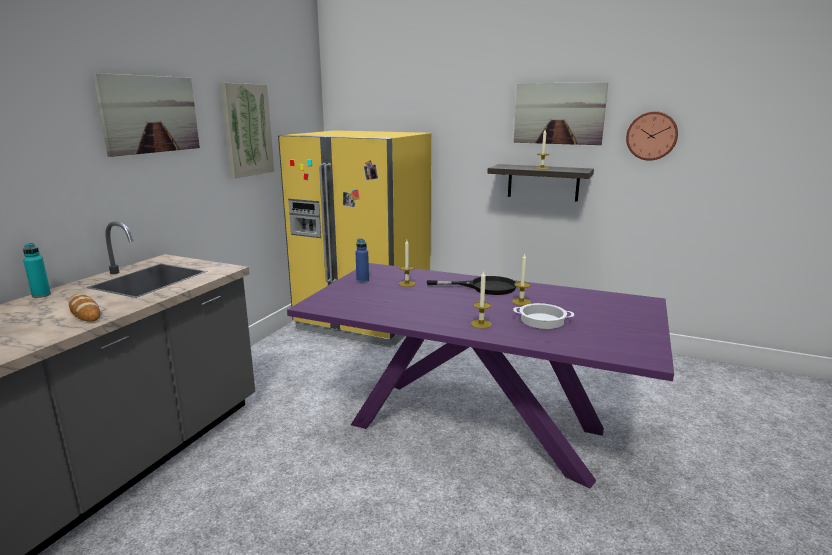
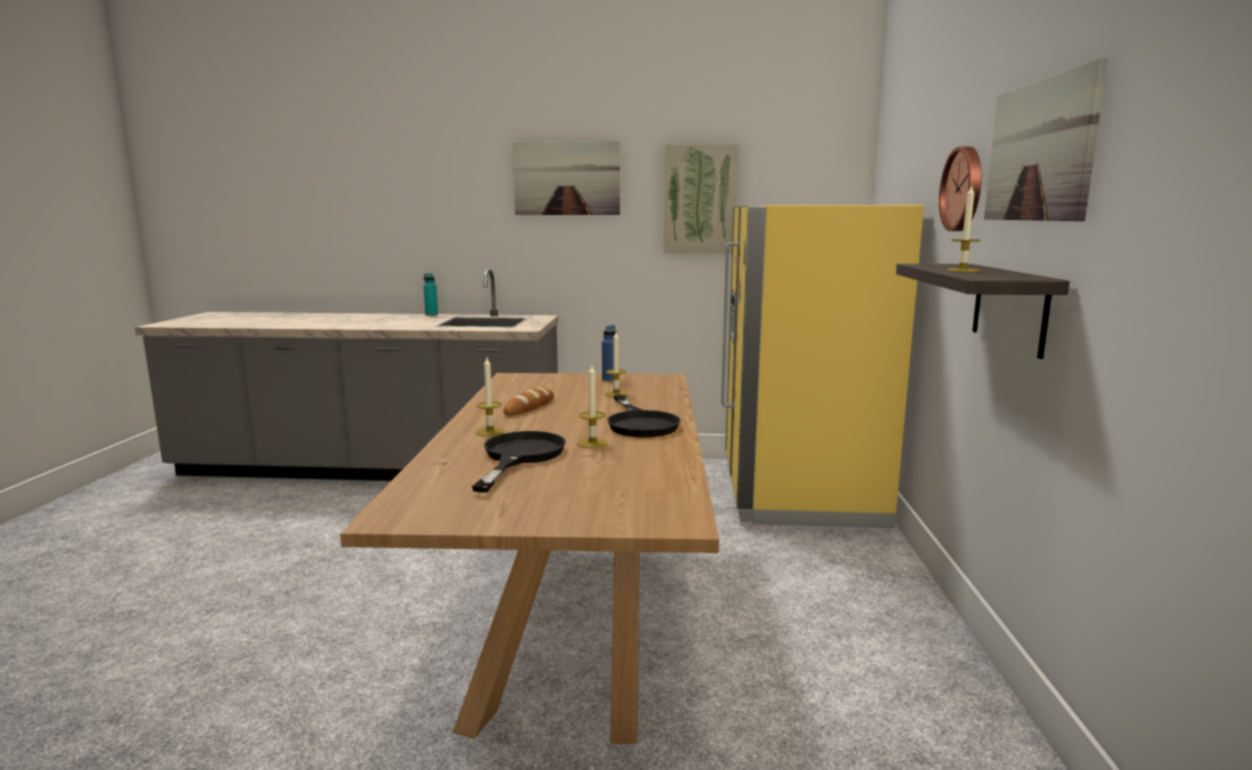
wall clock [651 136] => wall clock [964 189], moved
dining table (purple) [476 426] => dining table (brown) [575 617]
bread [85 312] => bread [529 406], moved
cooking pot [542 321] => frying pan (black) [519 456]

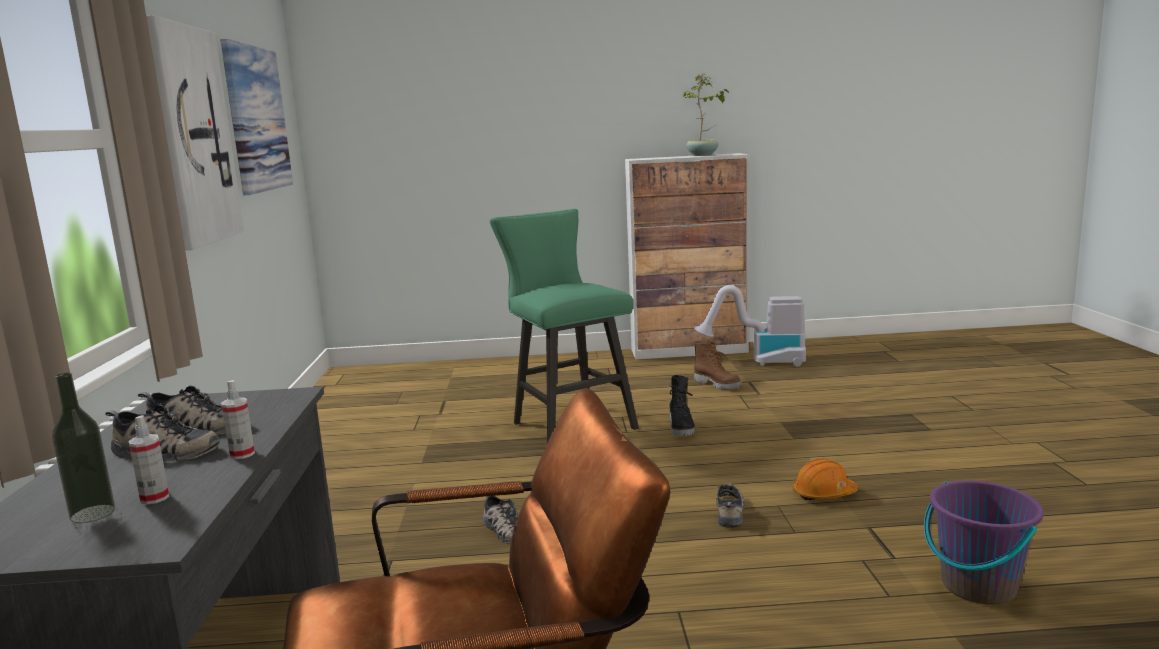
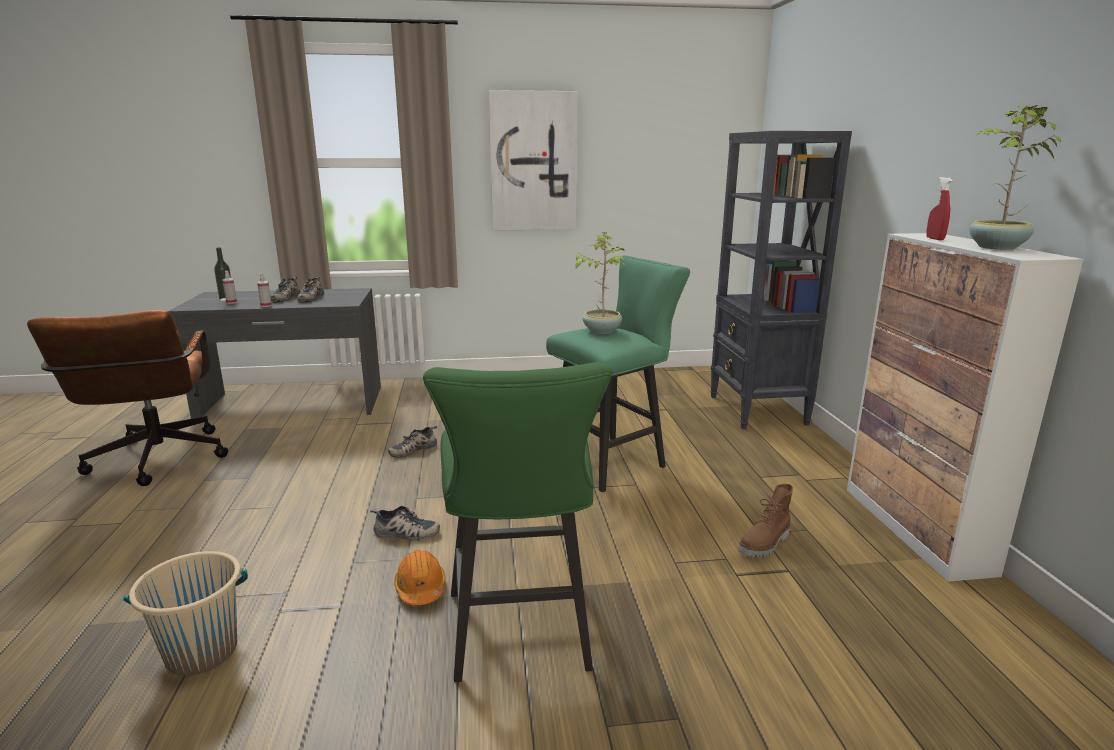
picture [257 119] => nothing
vacuum cleaner [759 362] => nothing
boot (black) [682 428] => nothing
bucket (purple) [977 586] => bucket (beige) [202 652]
nothing => bookcase (black) [757 410]
nothing => spray bottle (red) [935 239]
nothing => potted plant [602 331]
nothing => stool (green) [520 638]

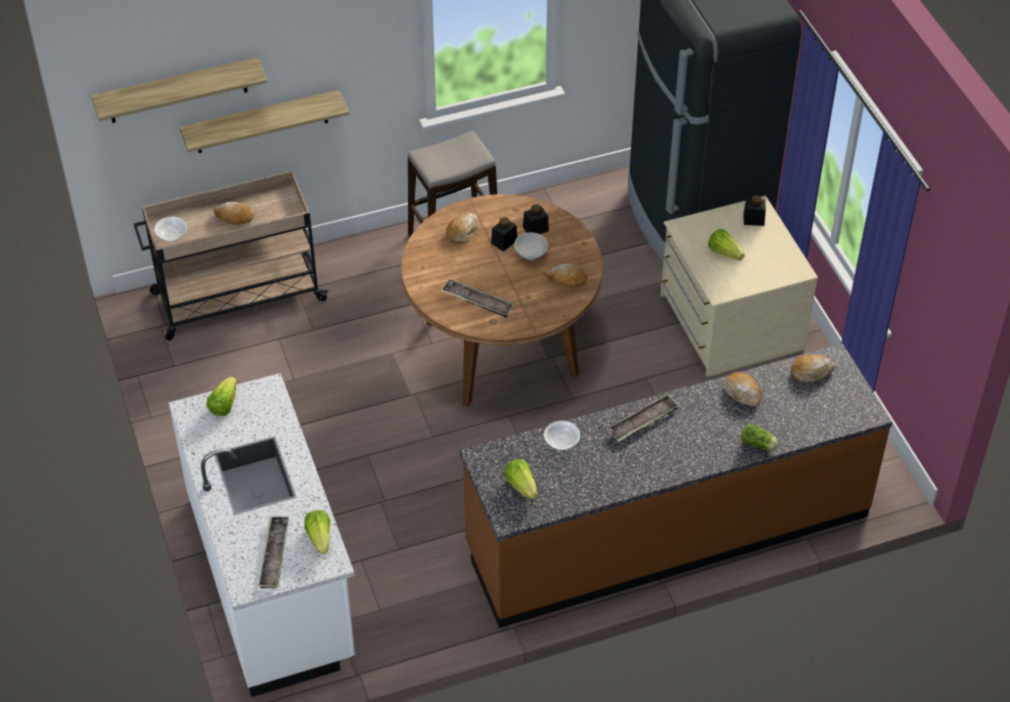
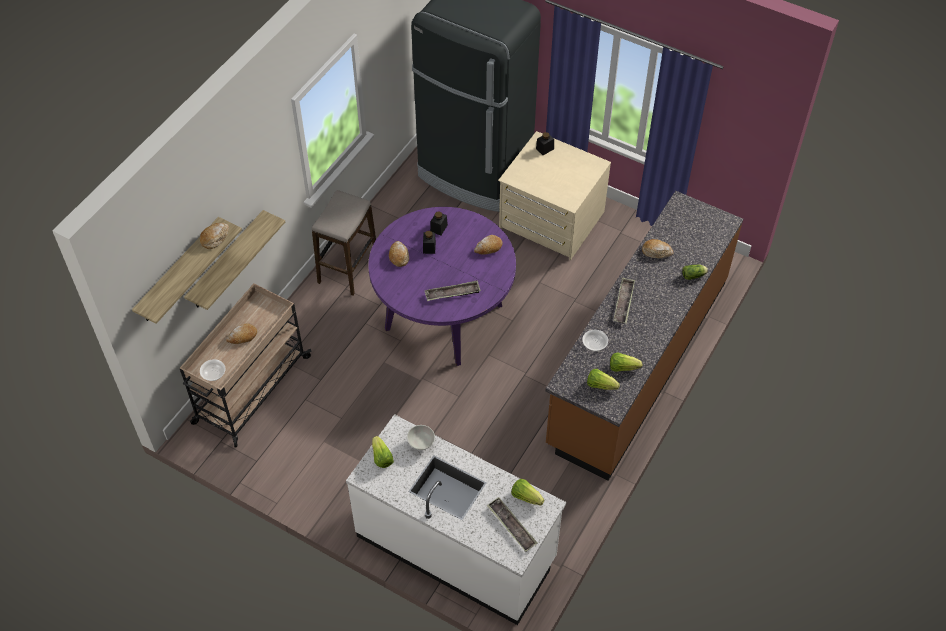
dining table (brown) [501 348] => dining table (purple) [443 317]
lettuce [724 252] => lettuce [623 367], moved
bowl (white) [531 255] => bowl (white) [421 443], moved
bread [811 372] => bread [215 238], moved

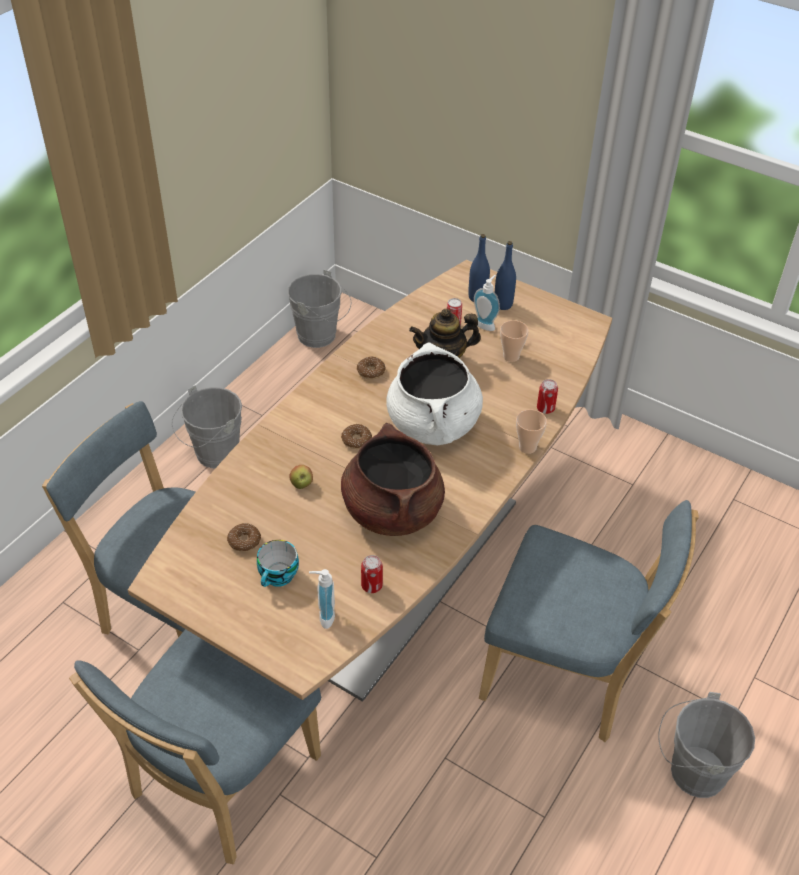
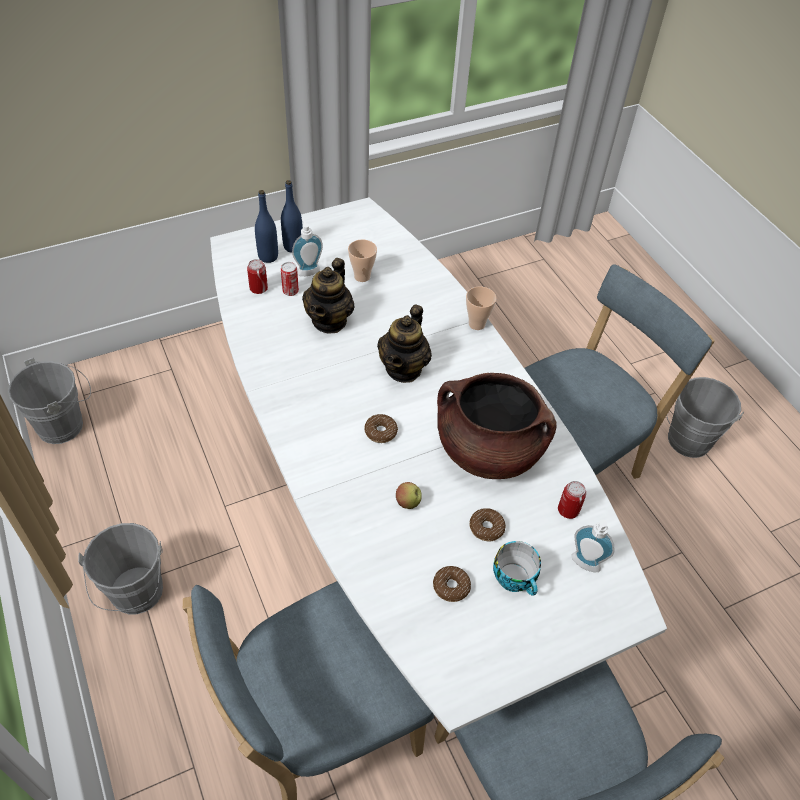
dining table (brown) [396 568] => dining table (white) [391 518]
cooking pot (white) [433 425] => teapot [404 368]
donut [371 372] => donut [486 528], moved
can [545 408] => can [258 289], moved

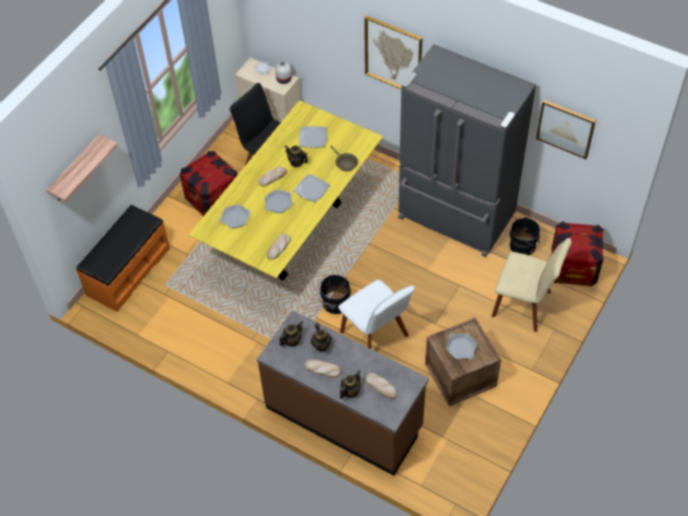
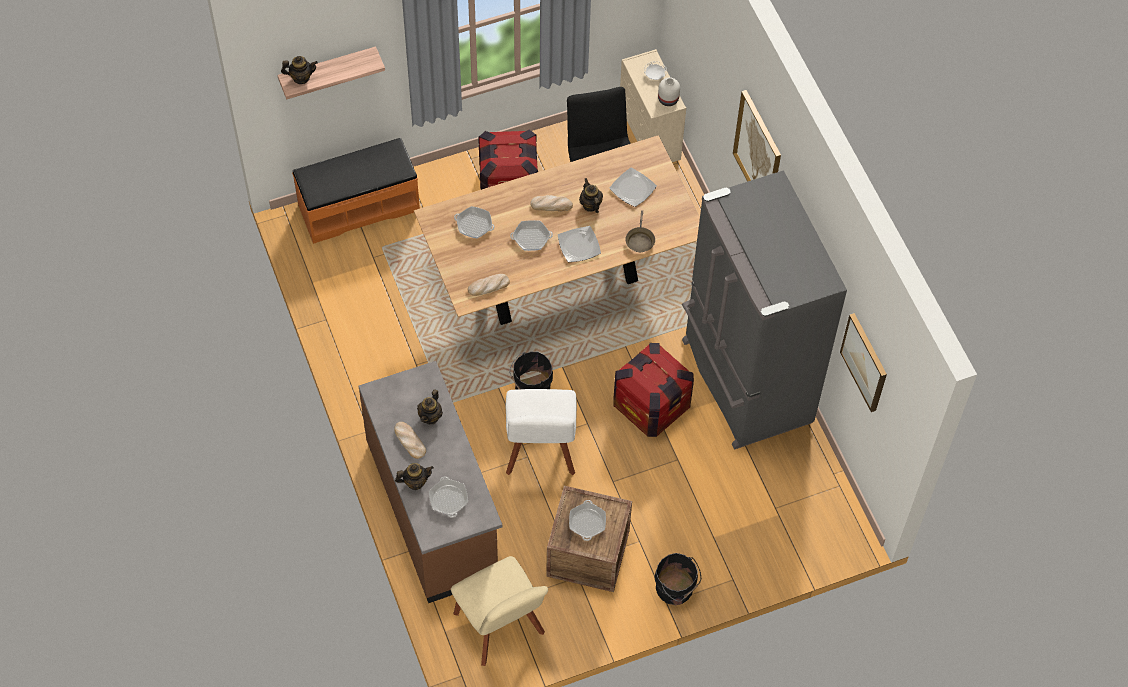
dining table (yellow) [293 230] => dining table (brown) [559 277]
bucket (black) [524 246] => bucket (black) [675 589], moved
crate [573 268] => crate [651 405], moved
chair (beige) [524 305] => chair (beige) [500 627], moved
teapot [292 341] => teapot [301 77], moved
bread [381 387] => frying pan [448 499]

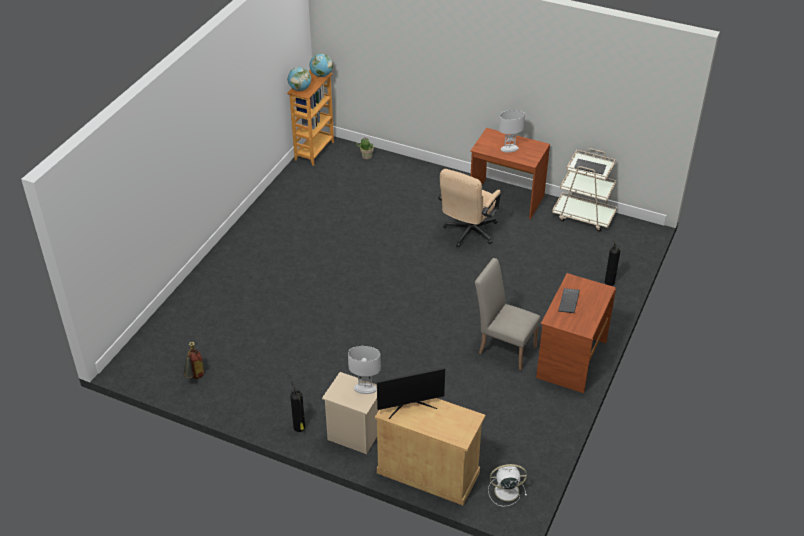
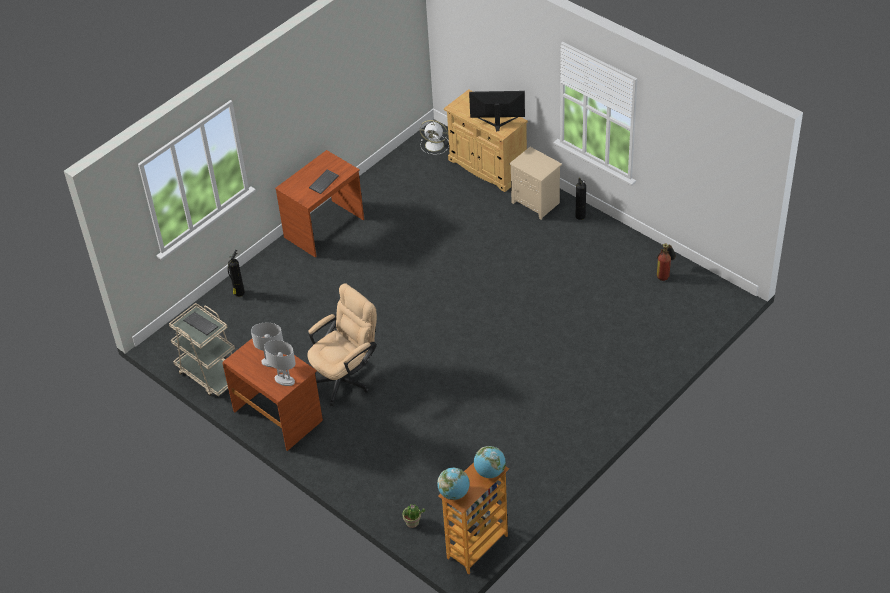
chair (beige) [503 347] => nothing
table lamp (white) [365 389] => table lamp (white) [284 380], moved

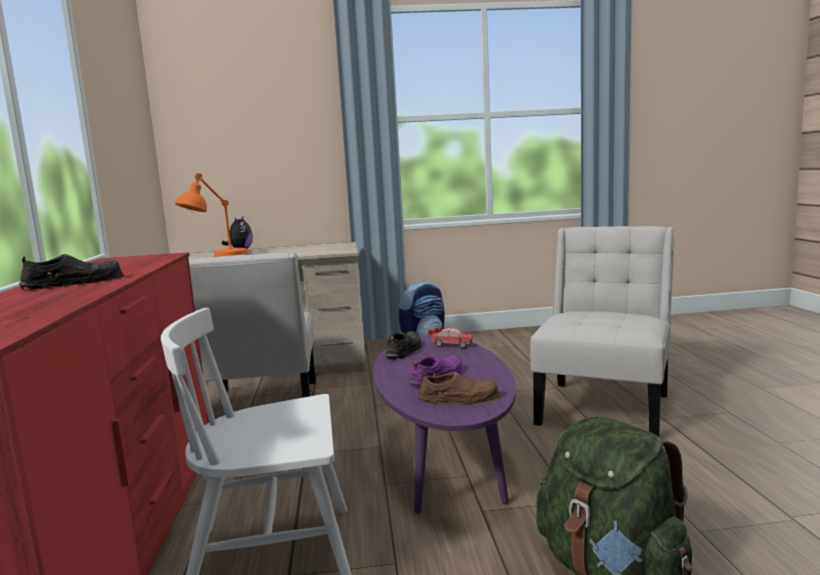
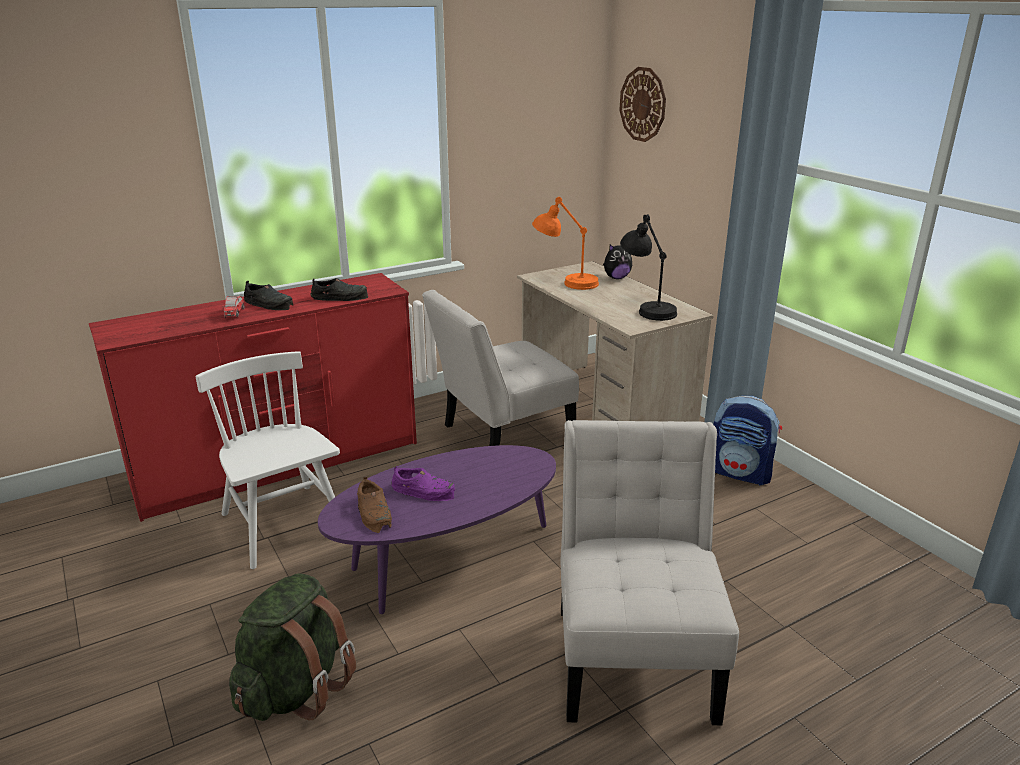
chair (white) [605 406] => chair (white) [634 654], 90 degrees counterclockwise
toy car [452 345] => toy car [234 313], moved
shoe (black) [404 350] => shoe (black) [340 297], moved
nothing => wall clock [643 104]
nothing => table lamp (black) [646 308]

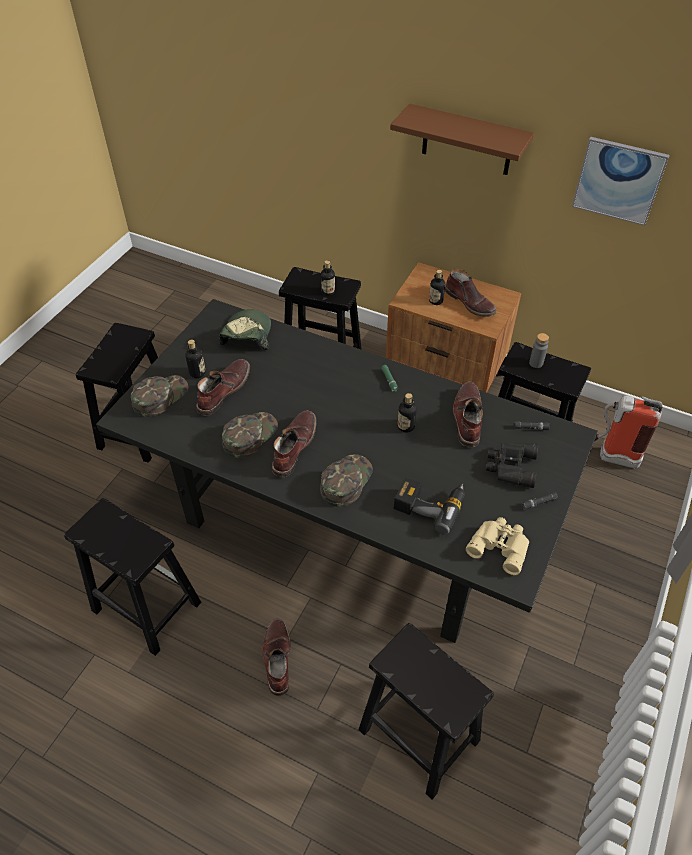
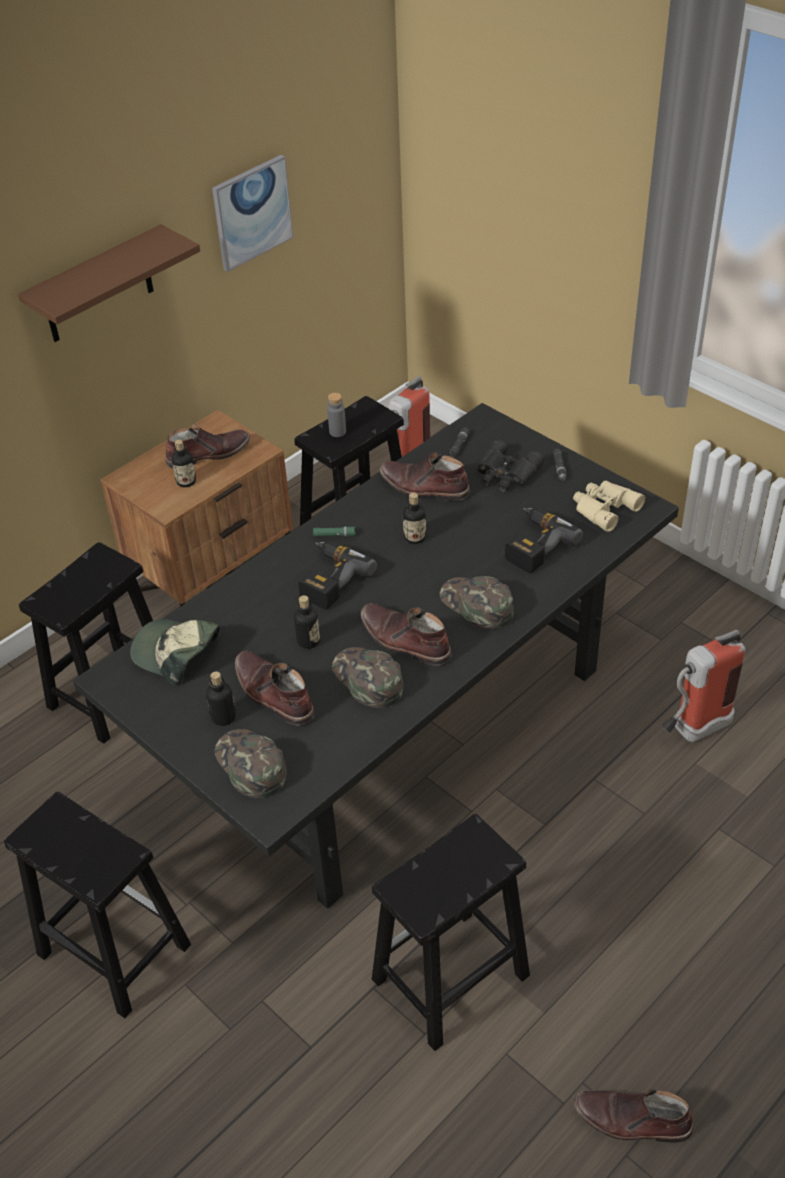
bottle [328 291] => bottle [308 641], moved
boot (brown) [277 658] => boot (brown) [632 1121], moved
stool (black) [417 734] => fire extinguisher [692 730]
nothing => power drill [328 579]

